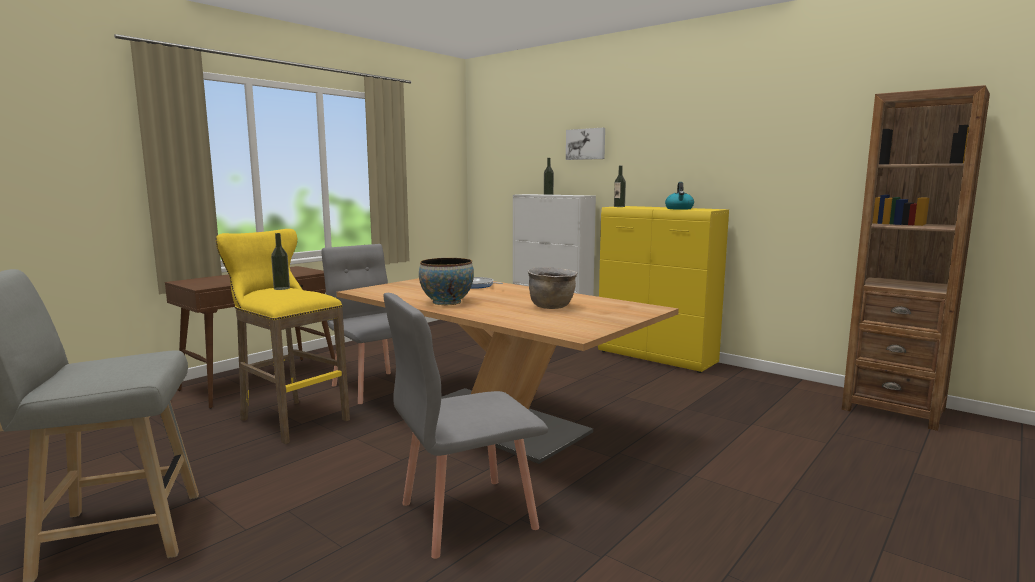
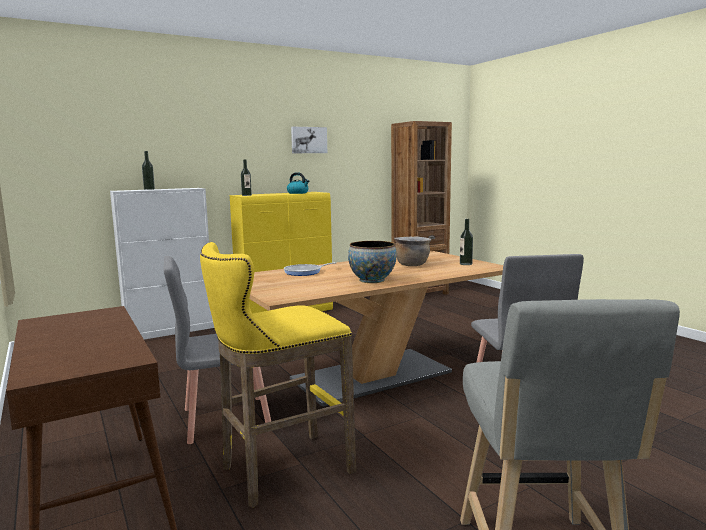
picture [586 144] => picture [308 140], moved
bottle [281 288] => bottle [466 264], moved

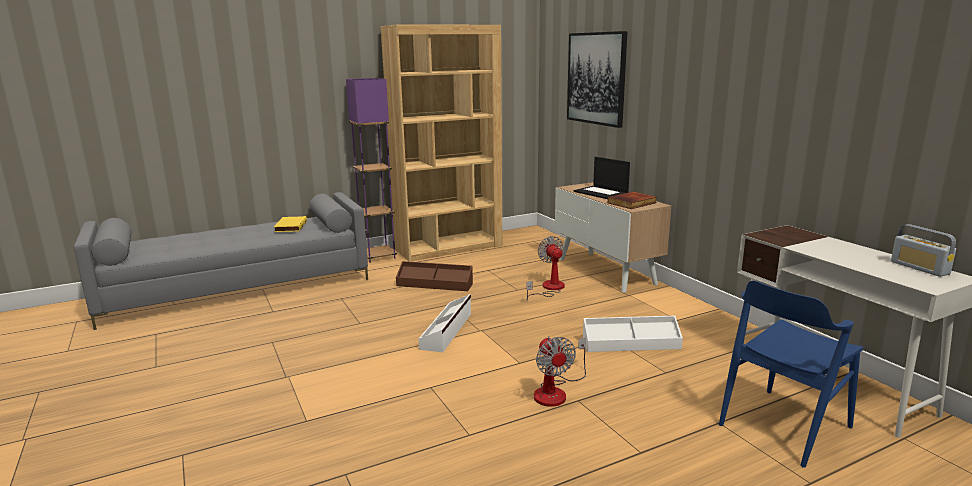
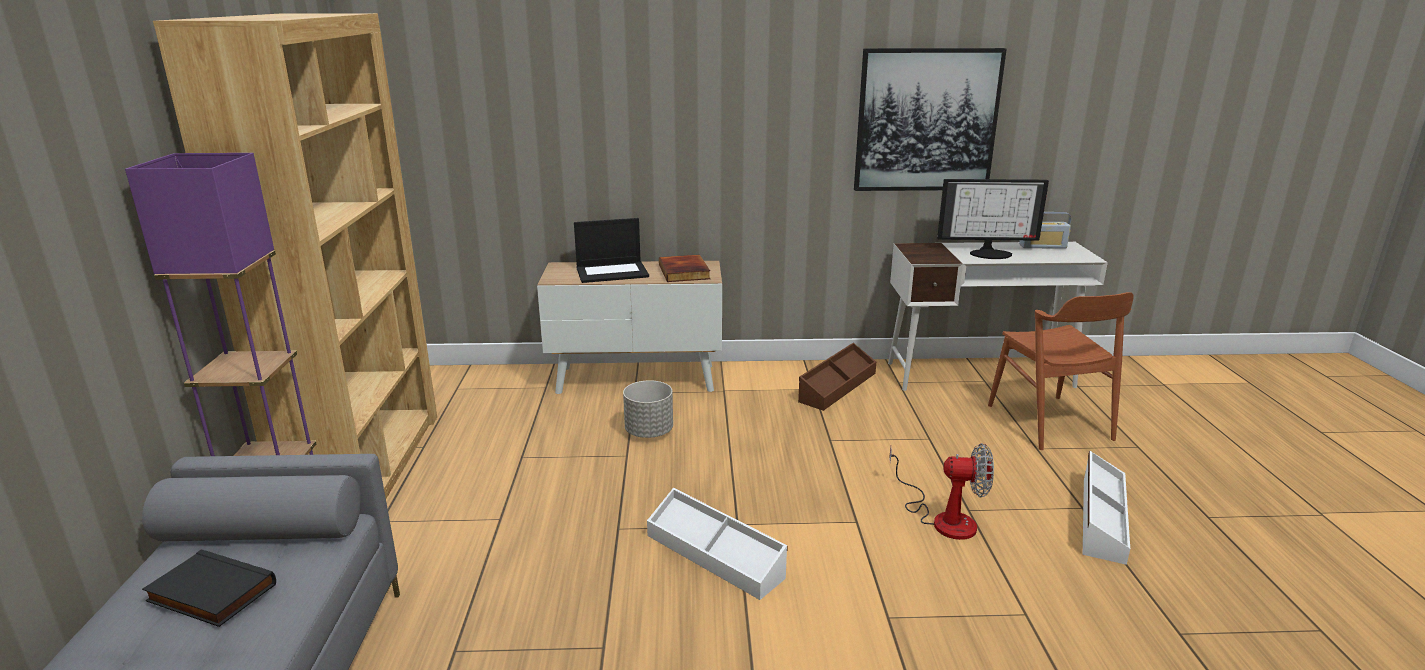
picture [596 78] => picture [926 120], moved
book (yellow) [290 226] => book (black) [209 594]
fan [549 288] => planter (grey) [649 432]
storage box (brown) [434 284] => storage box (brown) [836 386], moved
chair (blue) [784 426] => chair (brown) [1049 422]
storage box (white) [631 344] => storage box (white) [1101 518], moved
nothing => monitor [990 253]

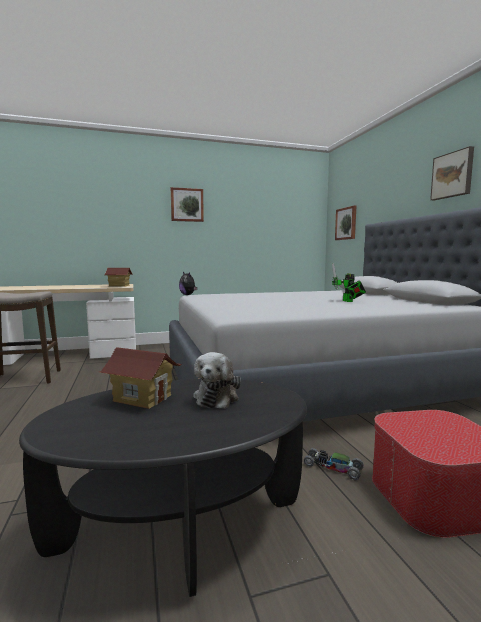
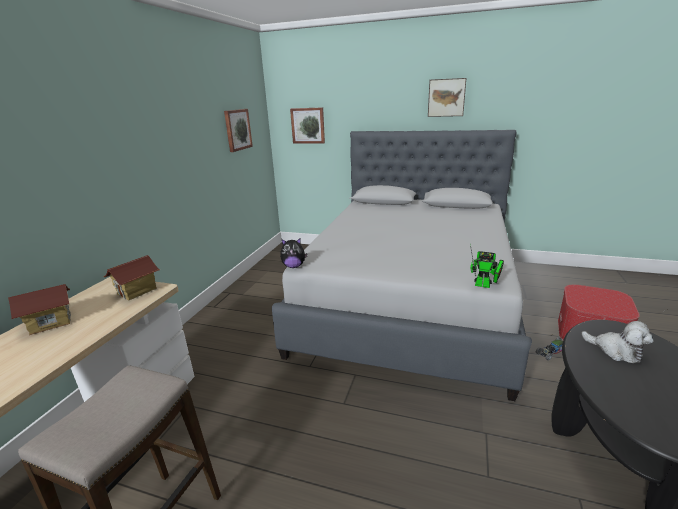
picture [187 205] => picture [237 129], moved
toy robot [348 301] => toy robot [485 285], moved
toy house [142 398] => toy house [50 323], moved

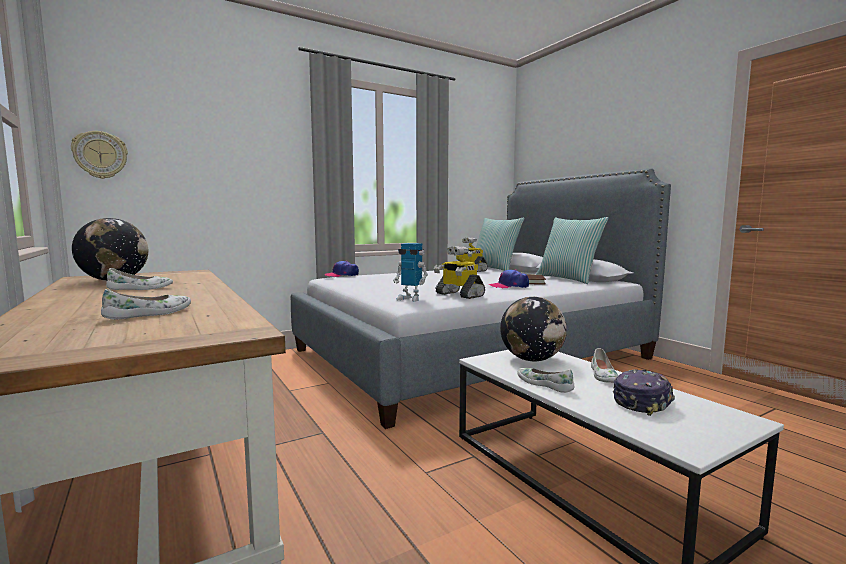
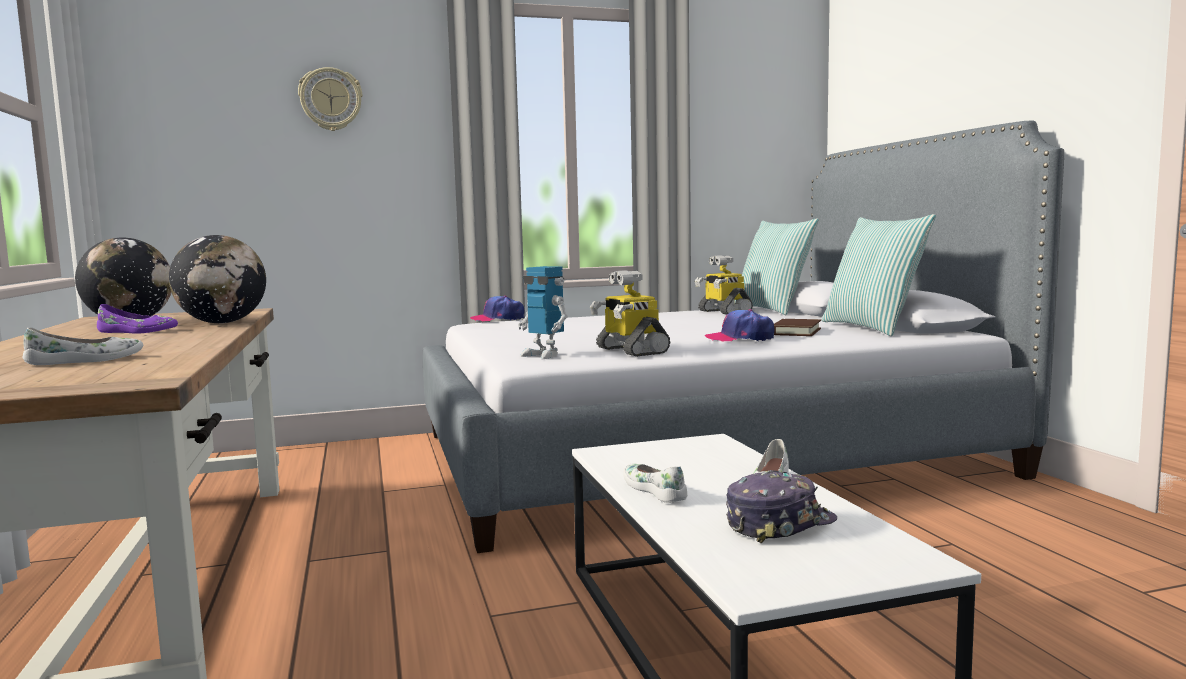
wall clock [100 155] => wall clock [331 99], moved
shoe (white) [140 288] => shoe (purple) [137 332]
globe [532 359] => globe [222 323], moved

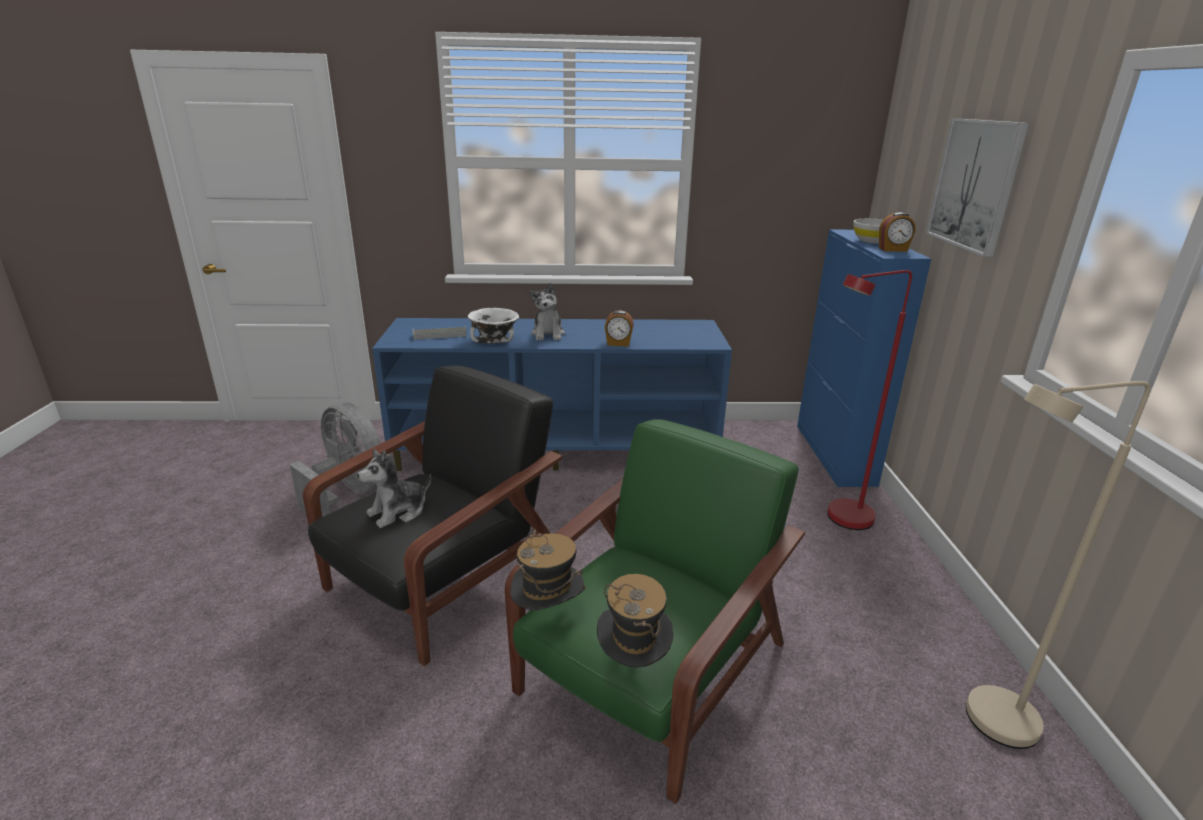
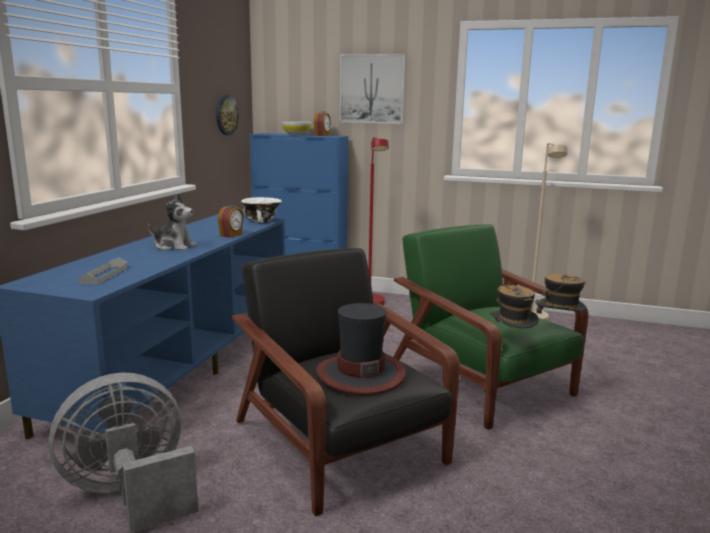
bowl (white) [494 340] => bowl (white) [262 221], moved
plush toy [398 512] => hat [360 374]
nothing => wall clock [226 115]

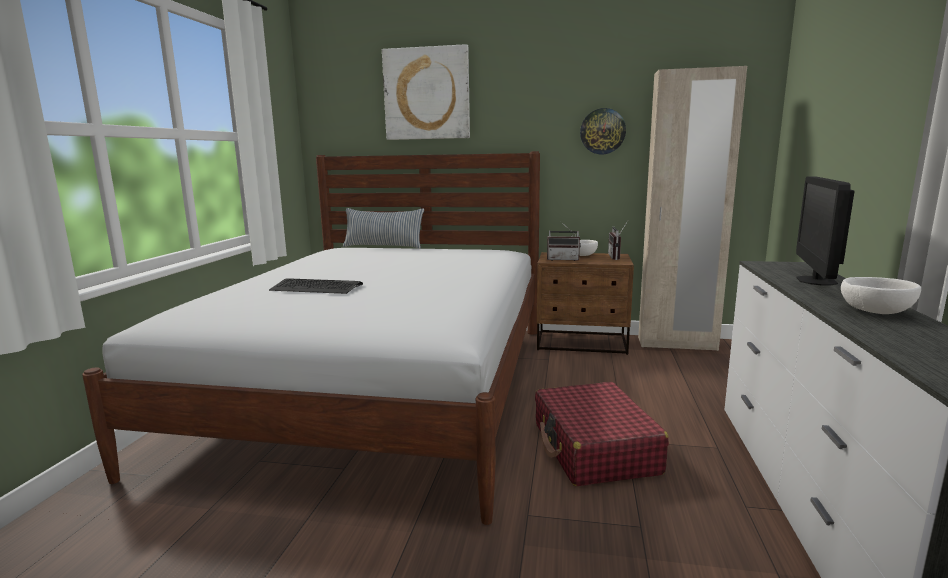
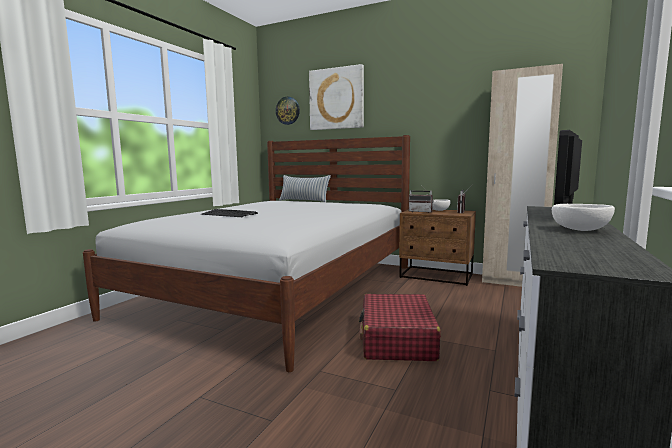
wall clock [602 131] => wall clock [288 110], moved

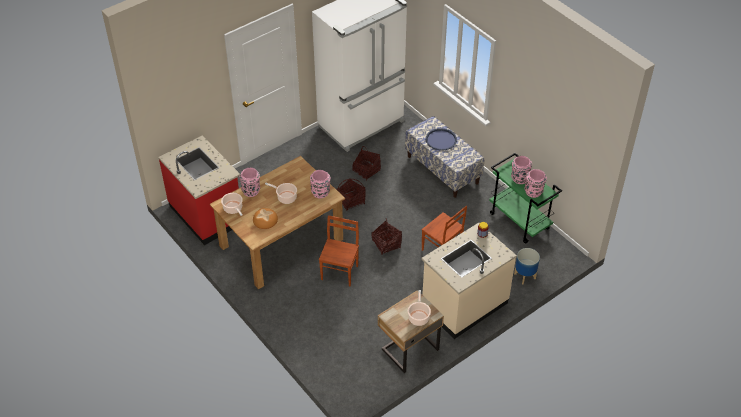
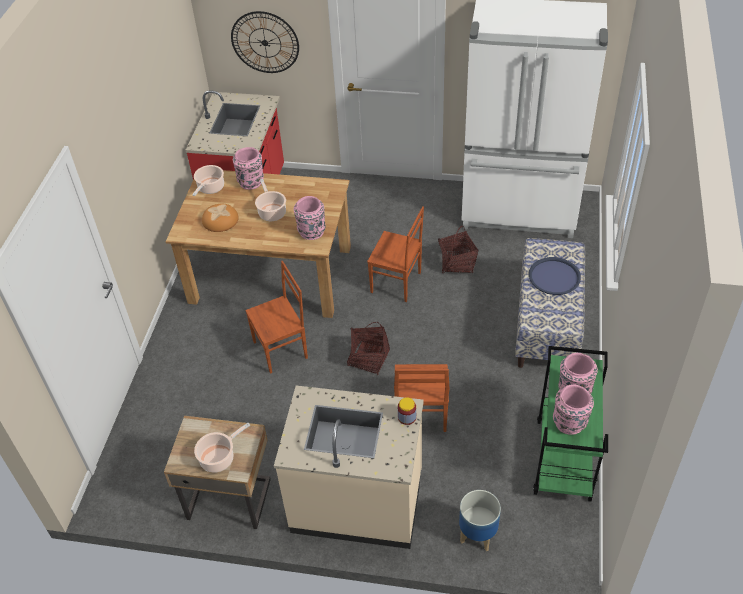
basket [351 201] => chair (brown) [396 283]
nothing => wall clock [265 42]

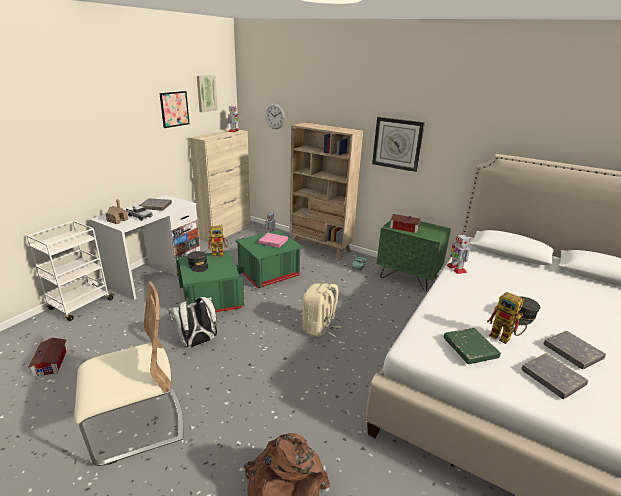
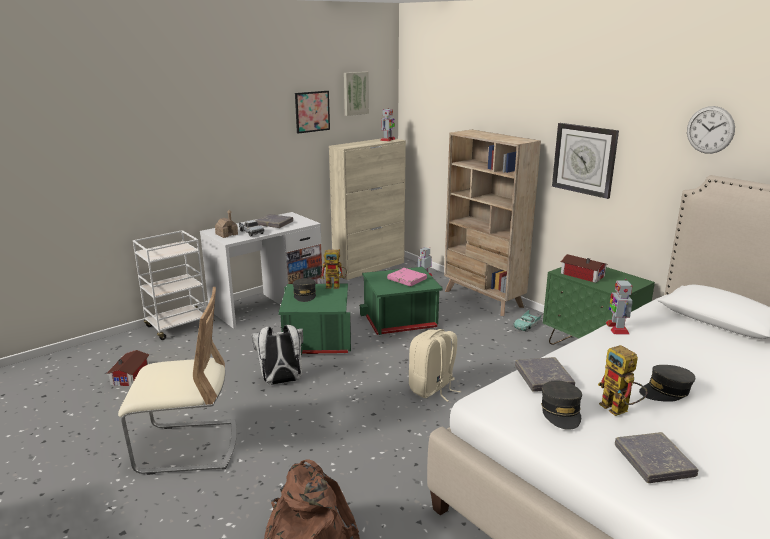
wall clock [275 116] => wall clock [710 130], moved
book (green) [470 348] => cap (grey) [561 412]
book (grey) [572 352] => book (grey) [543 378], moved

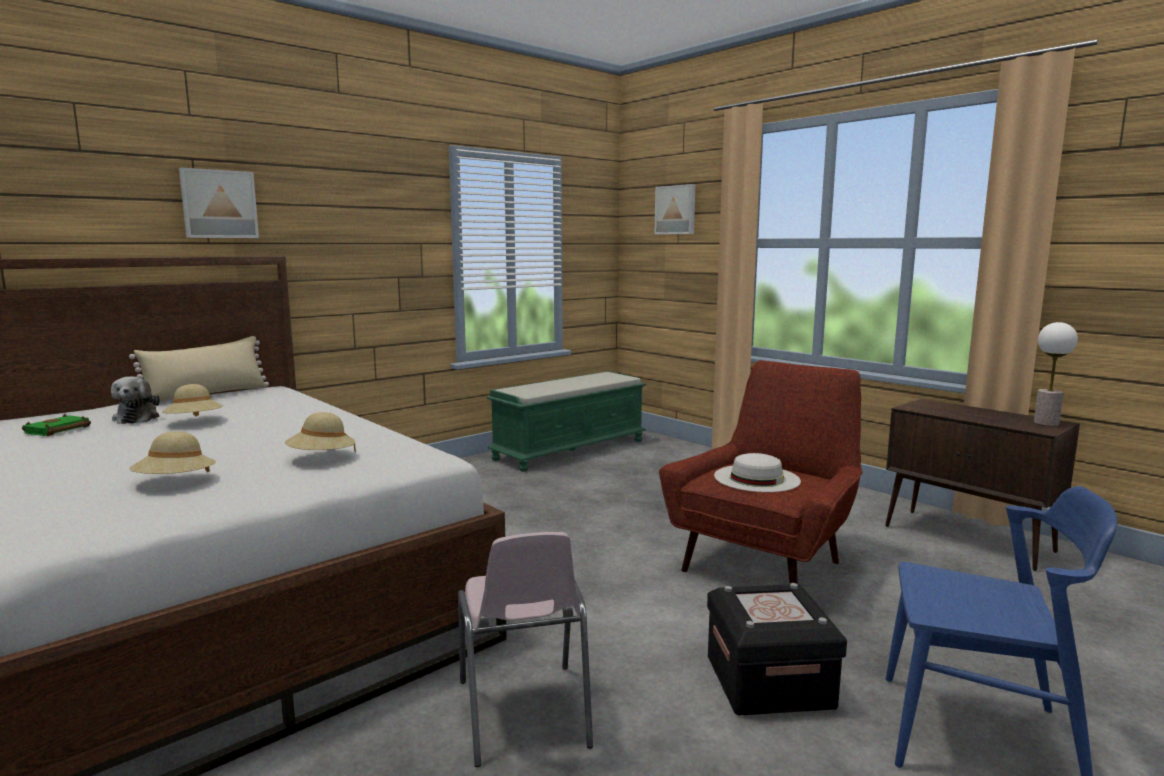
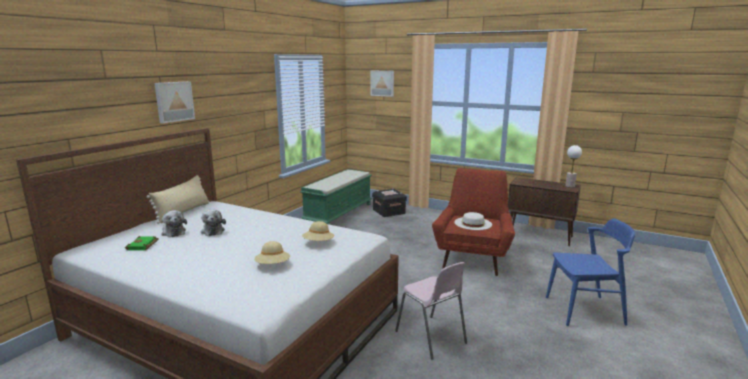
hat (beige) [195 422] => plush toy [213 231]
storage box (black) [769 682] => storage box (black) [389 212], moved

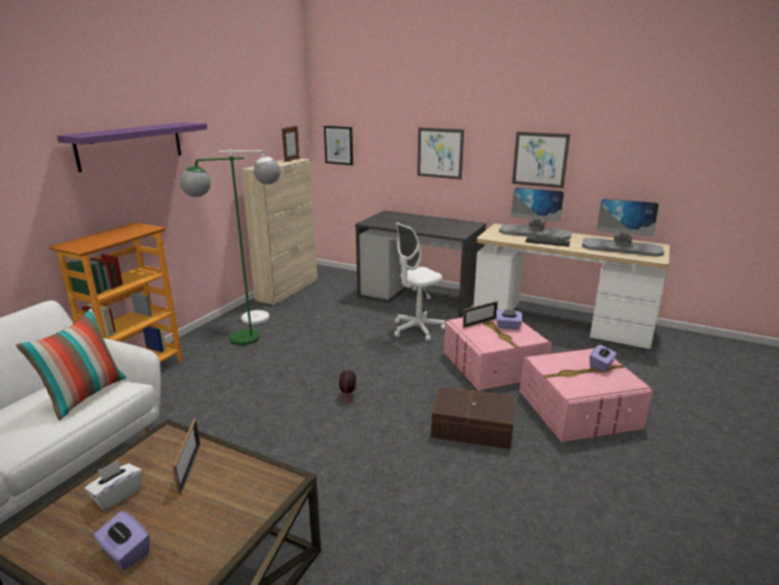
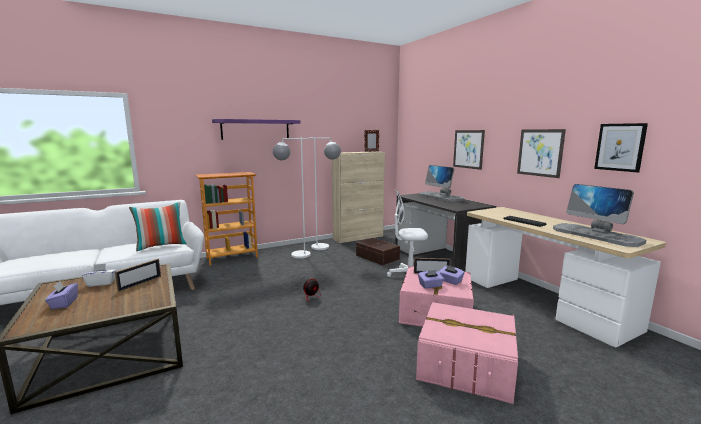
picture [339 145] => picture [620 147], moved
floor lamp (green) [233 340] => floor lamp (white) [294 254]
monitor [535 233] => monitor [441 197], moved
tissue box (purple) [601 366] => tissue box (purple) [430 285], moved
storage box (brown) [473 429] => storage box (brown) [377 257], moved

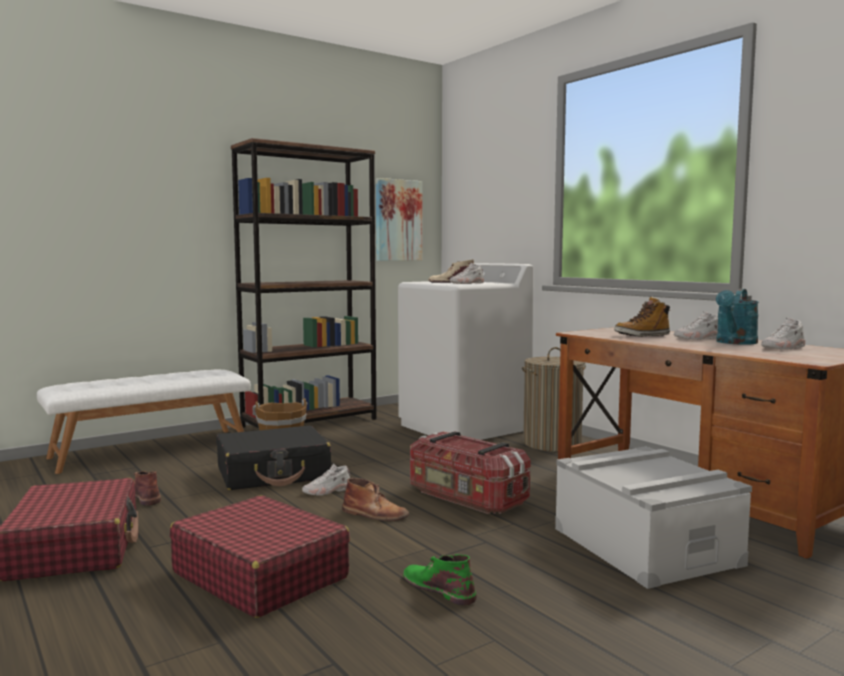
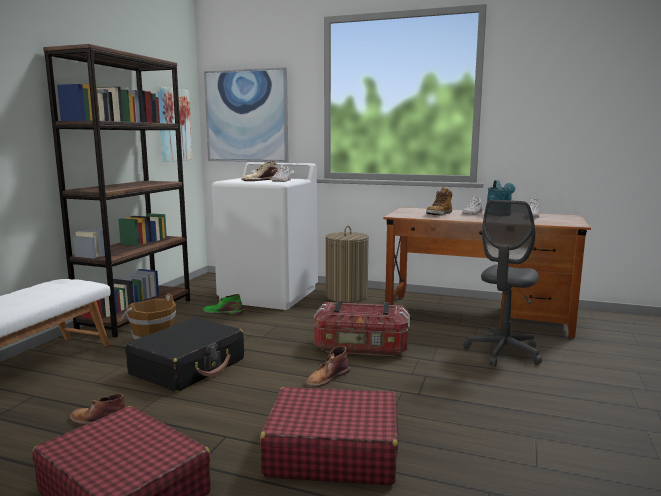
storage box (grey) [644 546] => office chair (grey) [503 352]
shoe (white) [327 491] => nothing
boot (brown) [375 514] => boot (brown) [326 378], 150 degrees clockwise
boot (green) [438 588] => boot (green) [223 312], moved
nothing => picture [246 116]

